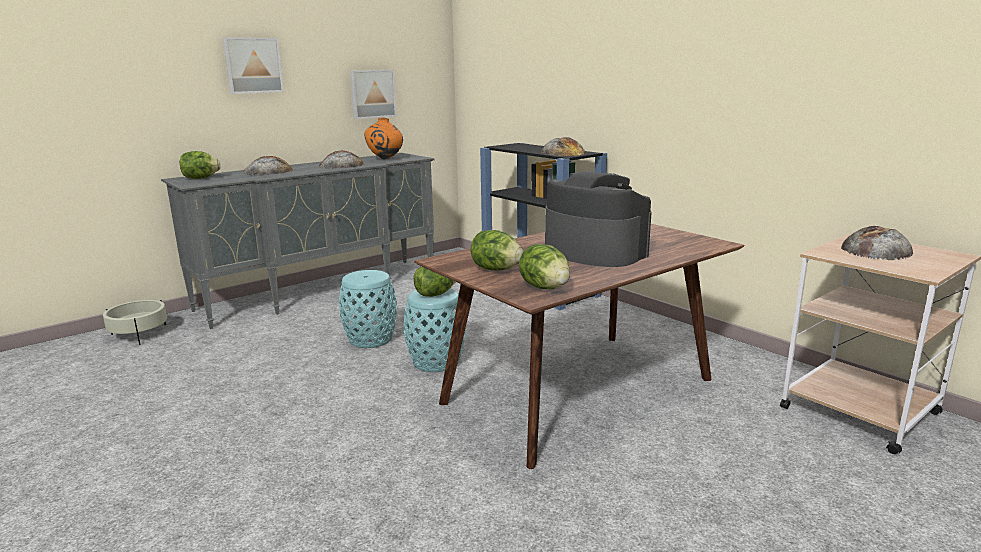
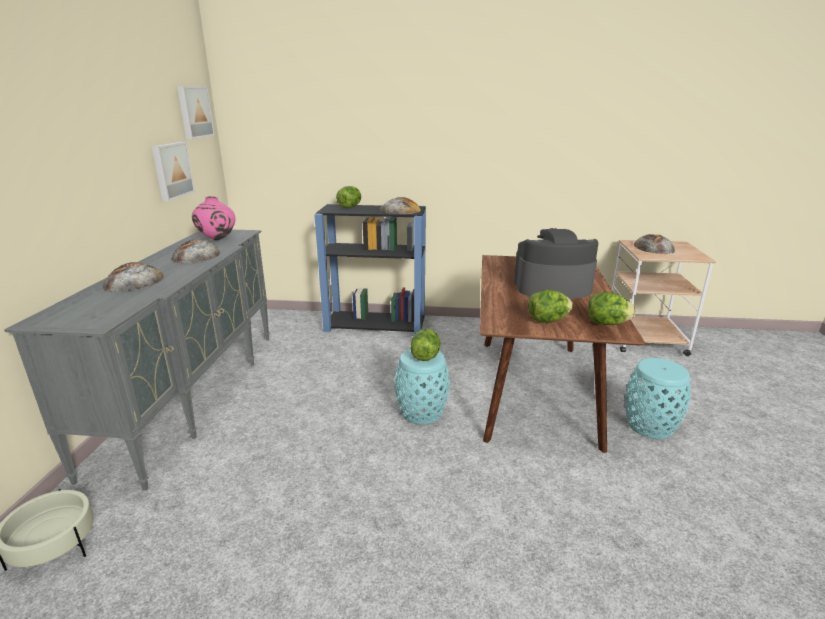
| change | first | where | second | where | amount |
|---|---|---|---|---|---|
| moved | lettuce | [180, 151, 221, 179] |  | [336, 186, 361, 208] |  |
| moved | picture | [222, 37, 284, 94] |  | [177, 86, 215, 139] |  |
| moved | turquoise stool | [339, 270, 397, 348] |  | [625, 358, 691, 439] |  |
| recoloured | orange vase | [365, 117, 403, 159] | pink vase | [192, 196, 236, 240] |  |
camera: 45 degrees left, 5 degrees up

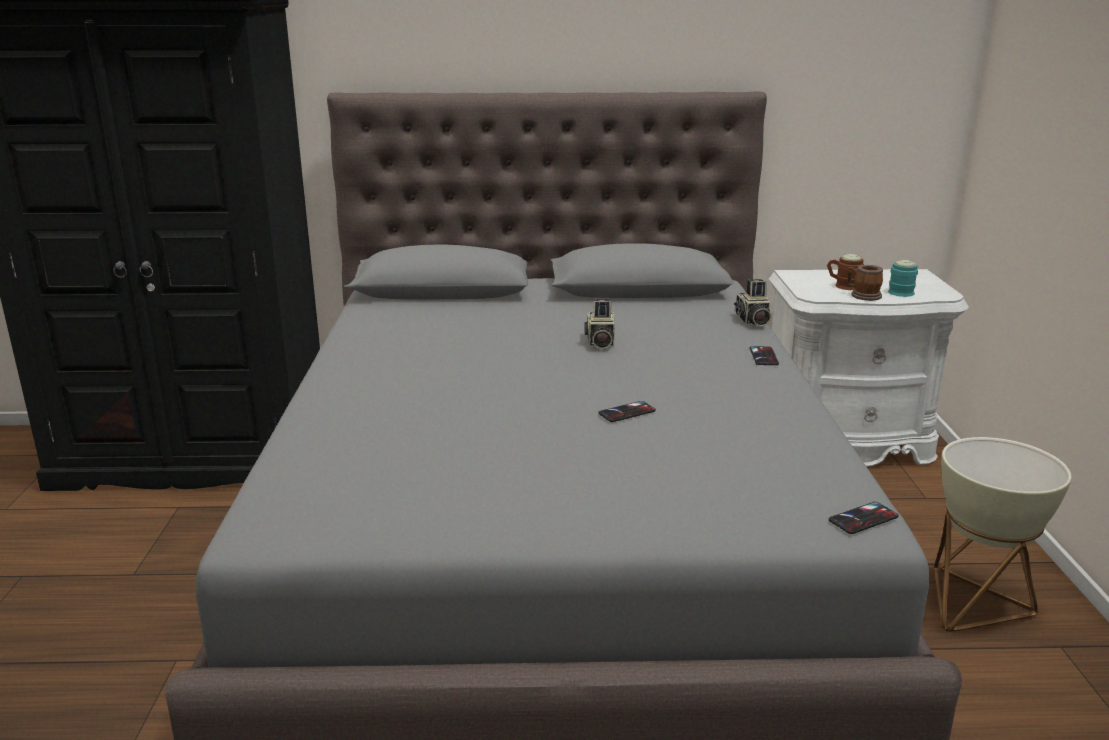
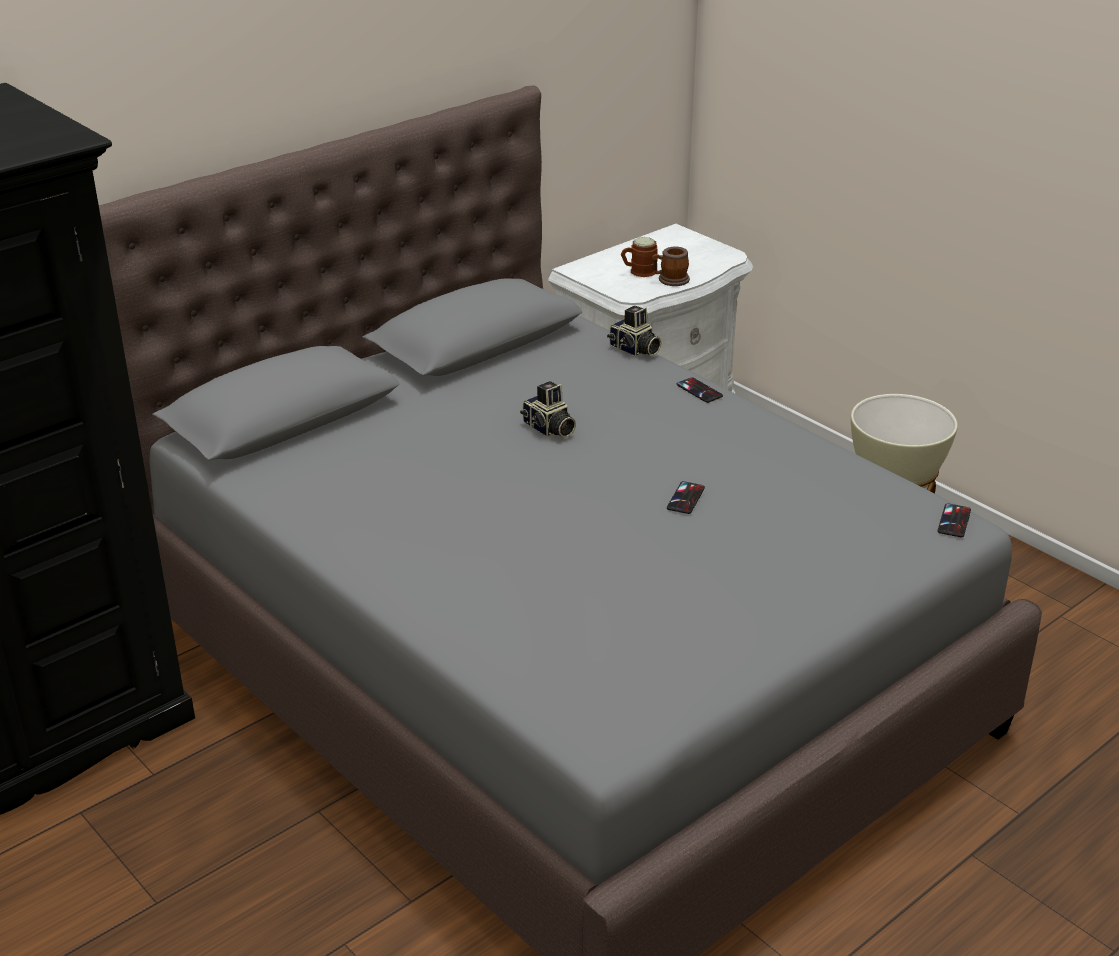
| change | first | where | second | where | amount |
|---|---|---|---|---|---|
| removed | turquoise mug | [888, 260, 918, 297] |  |  |  |
camera: 40 degrees left, 10 degrees up

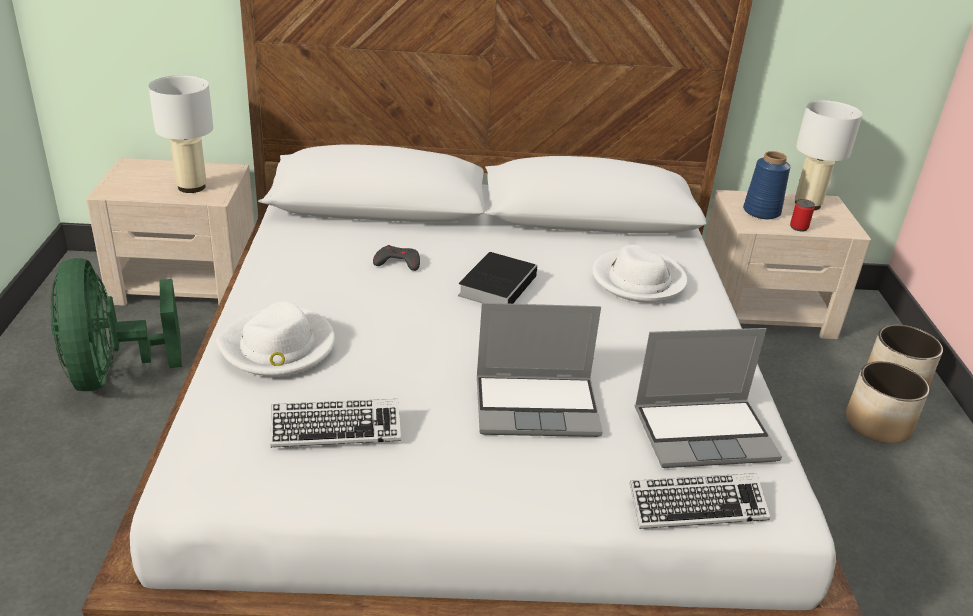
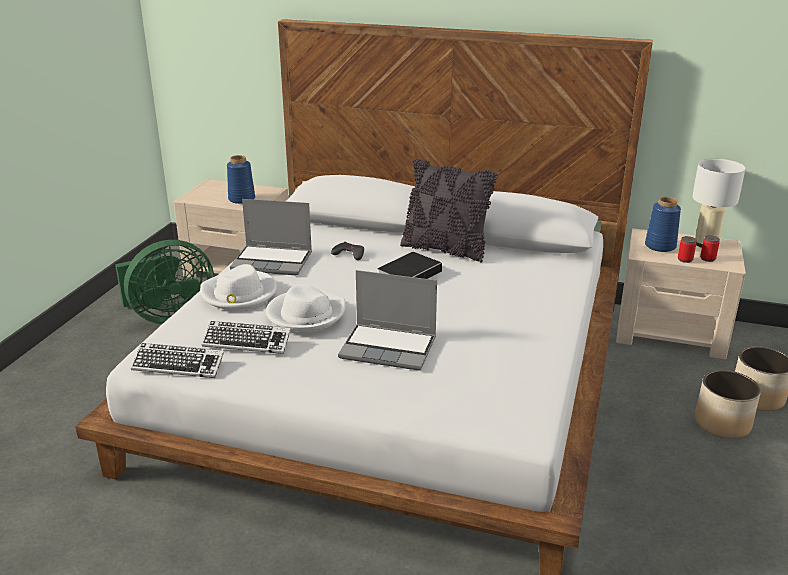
| change | first | where | second | where | amount |
|---|---|---|---|---|---|
| added |  |  | black pillow | [400, 159, 498, 263] |  |
| added |  |  | can | [700, 235, 720, 262] |  |
| moved | white hat | [592, 245, 687, 303] |  | [266, 284, 346, 332] |  |
| moved | keyboard | [629, 473, 770, 529] |  | [131, 343, 224, 378] |  |
| moved | laptop | [634, 328, 782, 468] |  | [230, 199, 312, 276] |  |
| replaced | white table lamp | [149, 75, 213, 193] | blue vase | [227, 155, 255, 204] |  |
| turned | green fan | [51, 258, 182, 391] |  | [115, 240, 214, 324] | 120 degrees counterclockwise |
camera: 20 degrees right, 5 degrees down

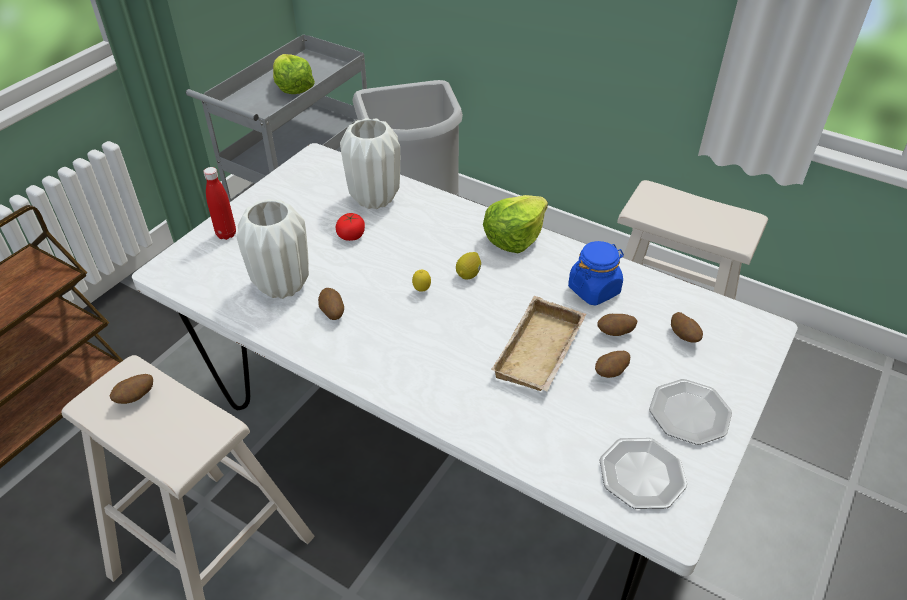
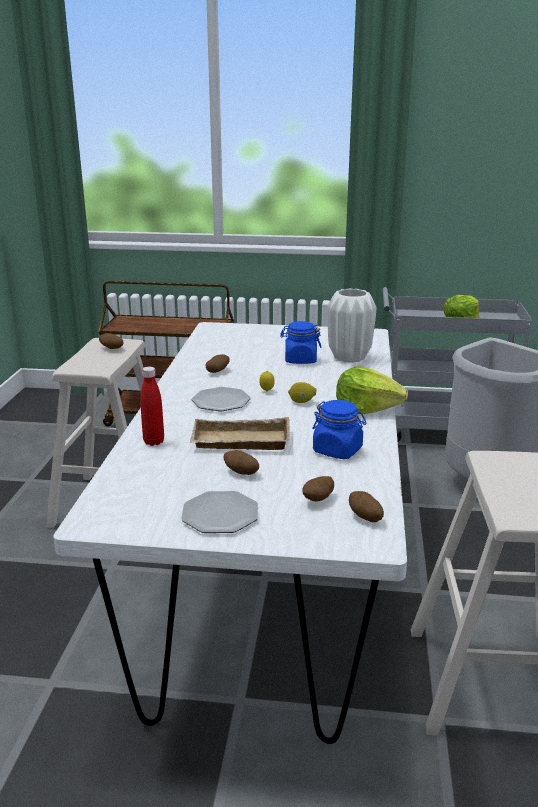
| change | first | where | second | where | amount |
|---|---|---|---|---|---|
| removed | white vase | [237, 199, 309, 299] |  |  |  |
| moved | red bottle | [203, 167, 236, 240] |  | [140, 366, 164, 446] |  |
| moved | potato | [598, 314, 637, 336] |  | [349, 491, 384, 522] |  |
| moved | plate | [599, 438, 687, 509] |  | [192, 387, 251, 411] |  |
| replaced | tomato | [336, 213, 365, 241] | blue jar | [280, 321, 321, 364] |  |
camera: 65 degrees right, 20 degrees down

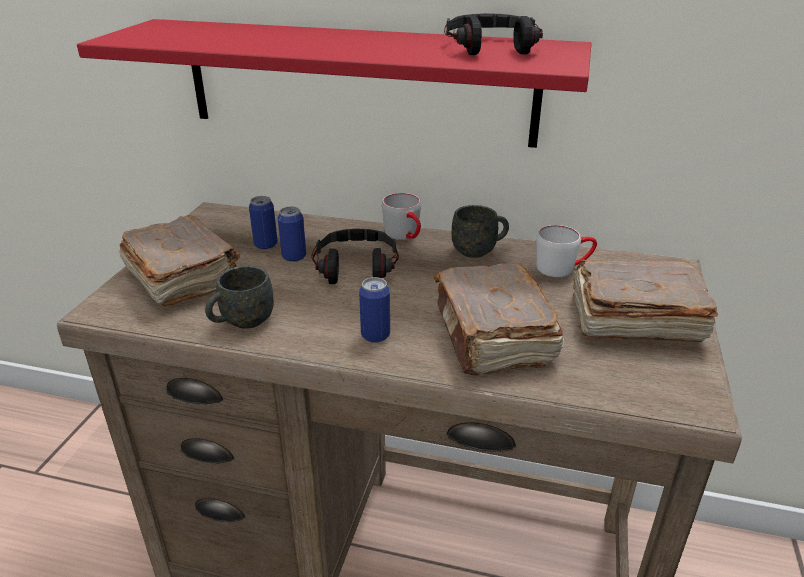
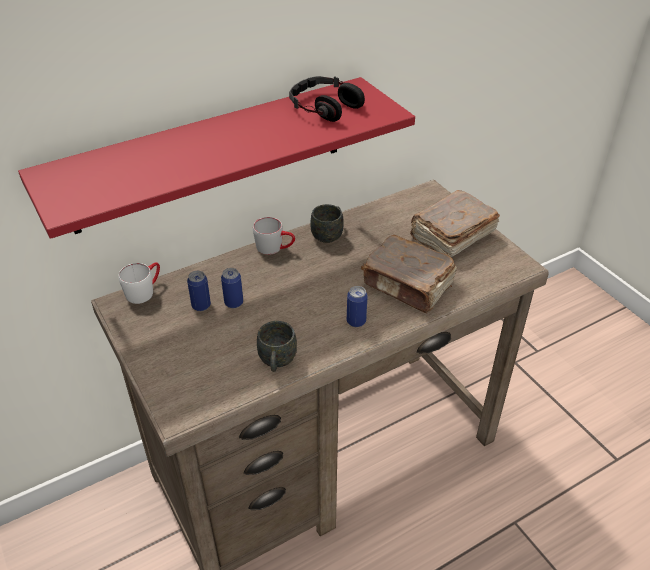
| change | first | where | second | where | amount |
|---|---|---|---|---|---|
| removed | brown book | [119, 215, 240, 307] |  |  |  |
| removed | headphones | [311, 229, 399, 284] |  |  |  |
| moved | white mug | [536, 225, 597, 277] |  | [118, 262, 160, 304] |  |
camera: 45 degrees left, 10 degrees up

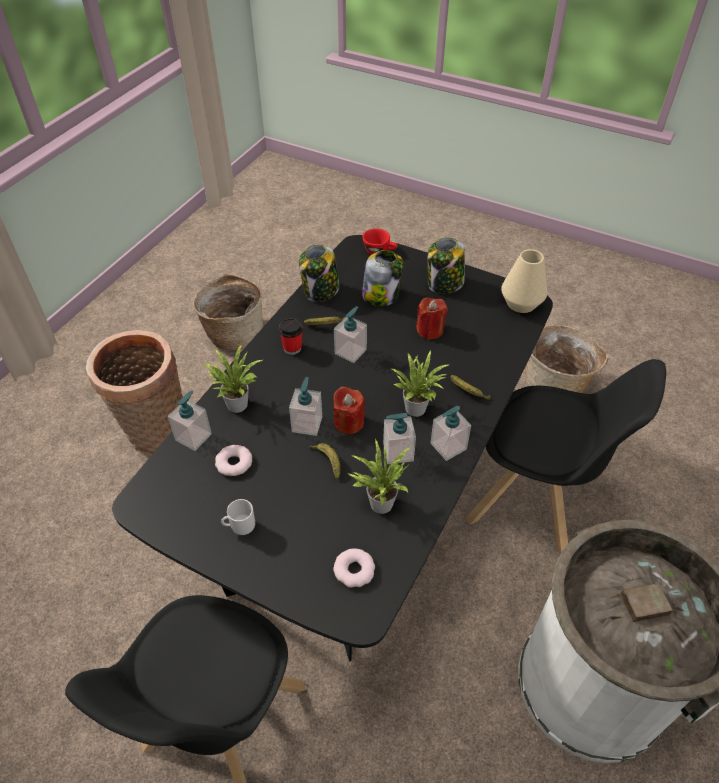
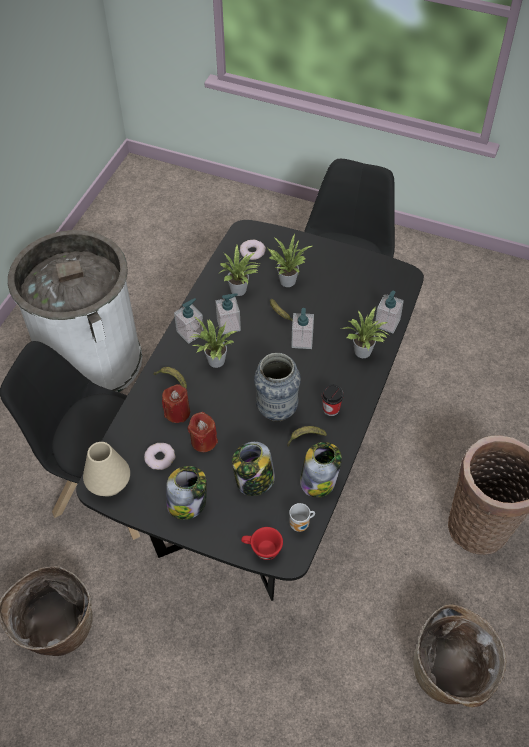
| change | first | where | second | where | amount |
|---|---|---|---|---|---|
| added |  |  | potted plant | [268, 234, 312, 287] |  |
| moved | donut | [215, 445, 252, 476] |  | [144, 443, 175, 470] |  |
| moved | mug | [221, 499, 255, 535] |  | [289, 503, 315, 532] |  |
| moved | red candle | [333, 386, 365, 434] |  | [162, 384, 190, 423] |  |
| replaced | soap dispenser | [334, 306, 367, 363] | vase | [254, 353, 301, 421] |  |
camera: 175 degrees right, 5 degrees up

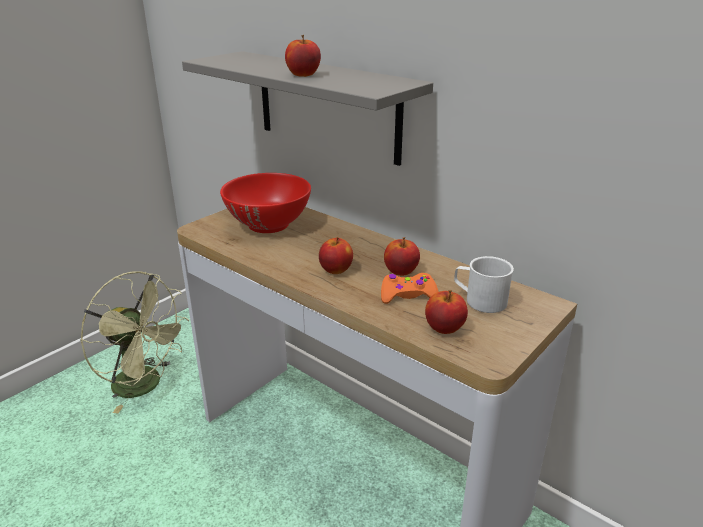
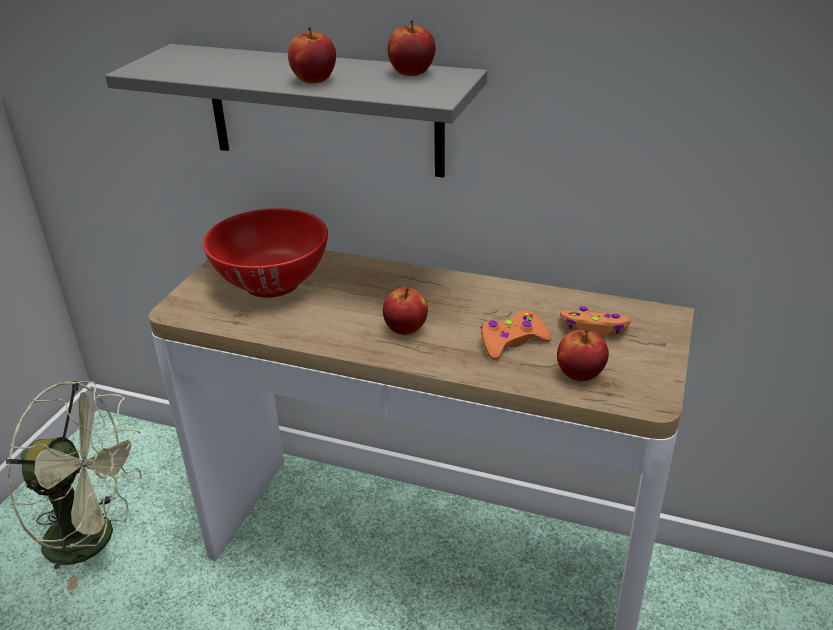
| change | first | where | second | where | amount |
|---|---|---|---|---|---|
| moved | apple | [384, 237, 420, 276] |  | [387, 20, 435, 76] |  |
| replaced | white mug | [454, 256, 514, 313] | orange game controller | [560, 306, 631, 337] |  |
camera: 20 degrees left, 5 degrees up

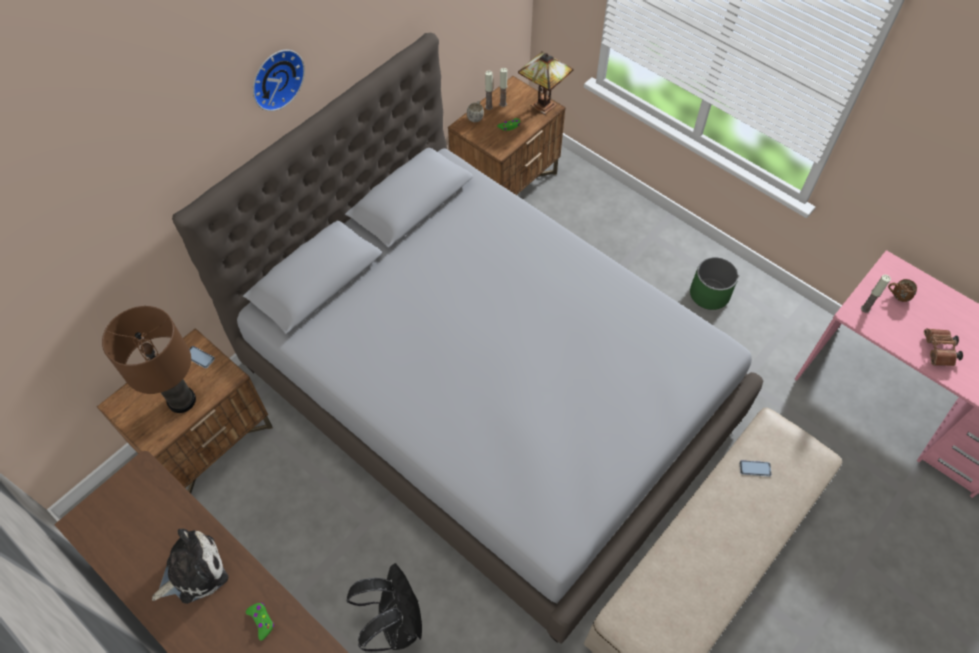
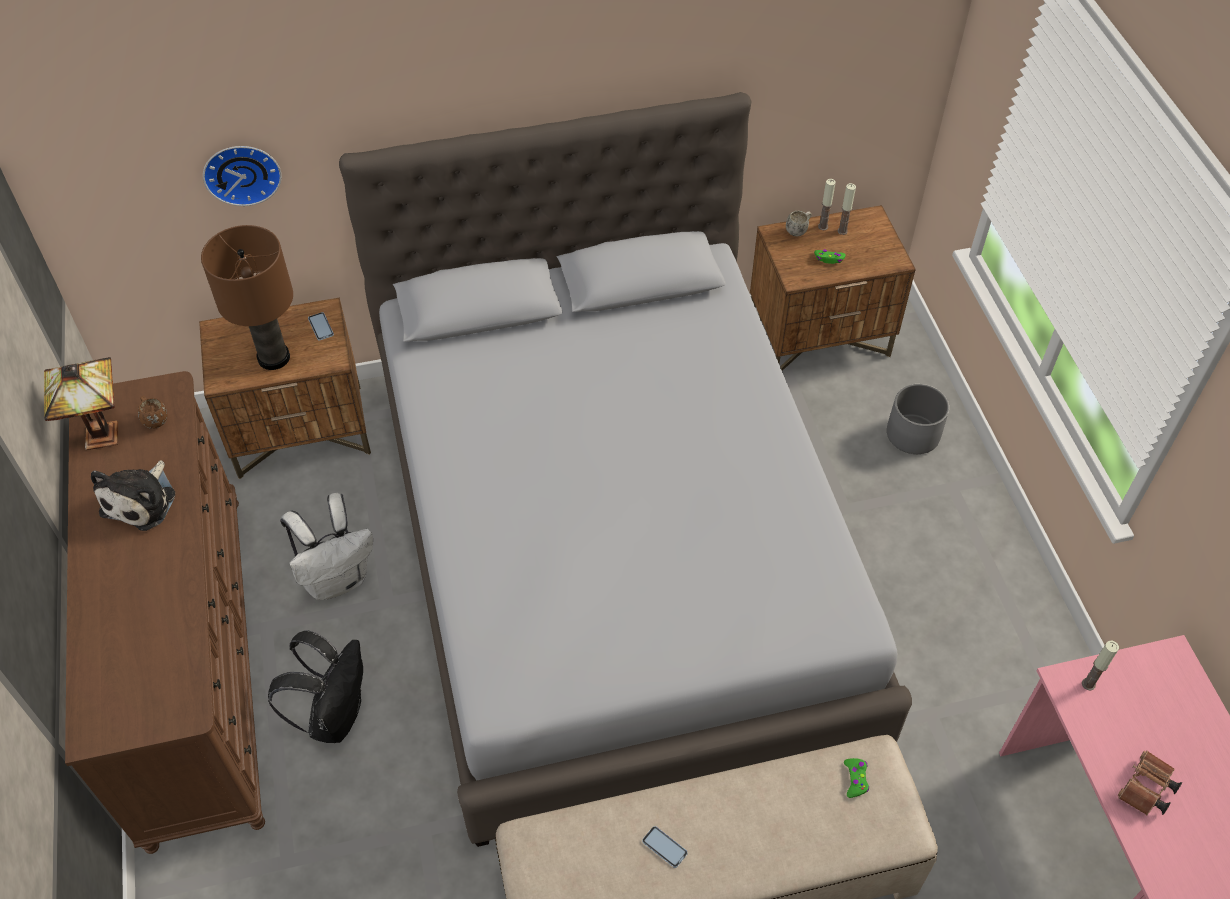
| change | first | where | second | where | amount |
|---|---|---|---|---|---|
| removed | green planter | [690, 257, 738, 310] |  |  |  |
| added |  |  | white backpack | [280, 493, 373, 600] |  |
| added |  |  | grey planter | [887, 384, 949, 454] |  |
| moved | green game controller | [246, 602, 274, 641] |  | [844, 758, 869, 798] |  |
| moved | wall clock | [253, 50, 305, 111] |  | [203, 146, 282, 206] |  |
| moved | table lamp | [518, 51, 574, 115] |  | [44, 357, 118, 450] |  |
| moved | phone | [740, 460, 772, 477] |  | [642, 826, 688, 868] |  |
| moved | brown mug | [888, 279, 917, 302] |  | [138, 396, 167, 429] |  |
| turned | plush toy | [152, 529, 228, 604] |  | [91, 460, 175, 531] | 105 degrees clockwise |
camera: 35 degrees right, 5 degrees down

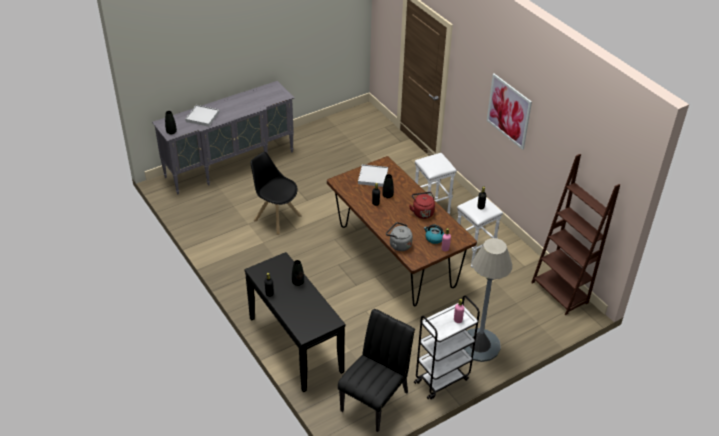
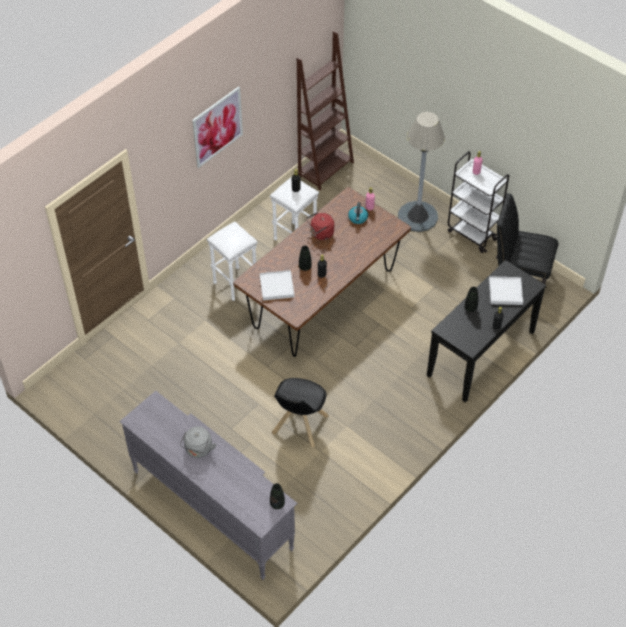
| change | first | where | second | where | amount |
|---|---|---|---|---|---|
| moved | white tray | [185, 105, 220, 127] |  | [489, 276, 523, 305] |  |
| moved | grey kettle | [386, 222, 413, 251] |  | [180, 426, 216, 458] |  |
camera: 105 degrees left, 10 degrees up

